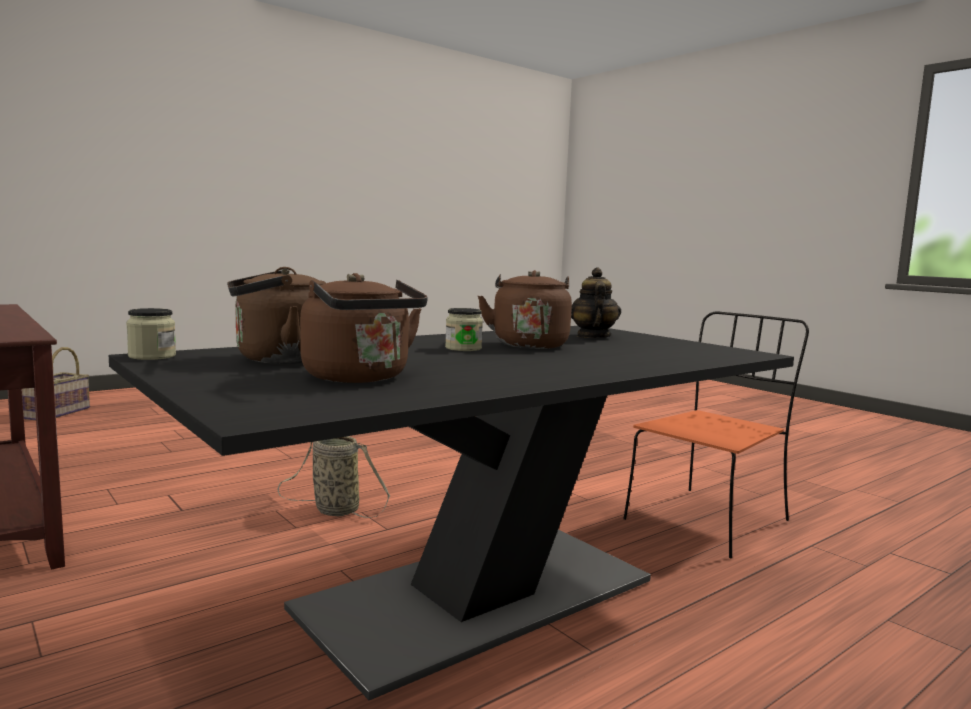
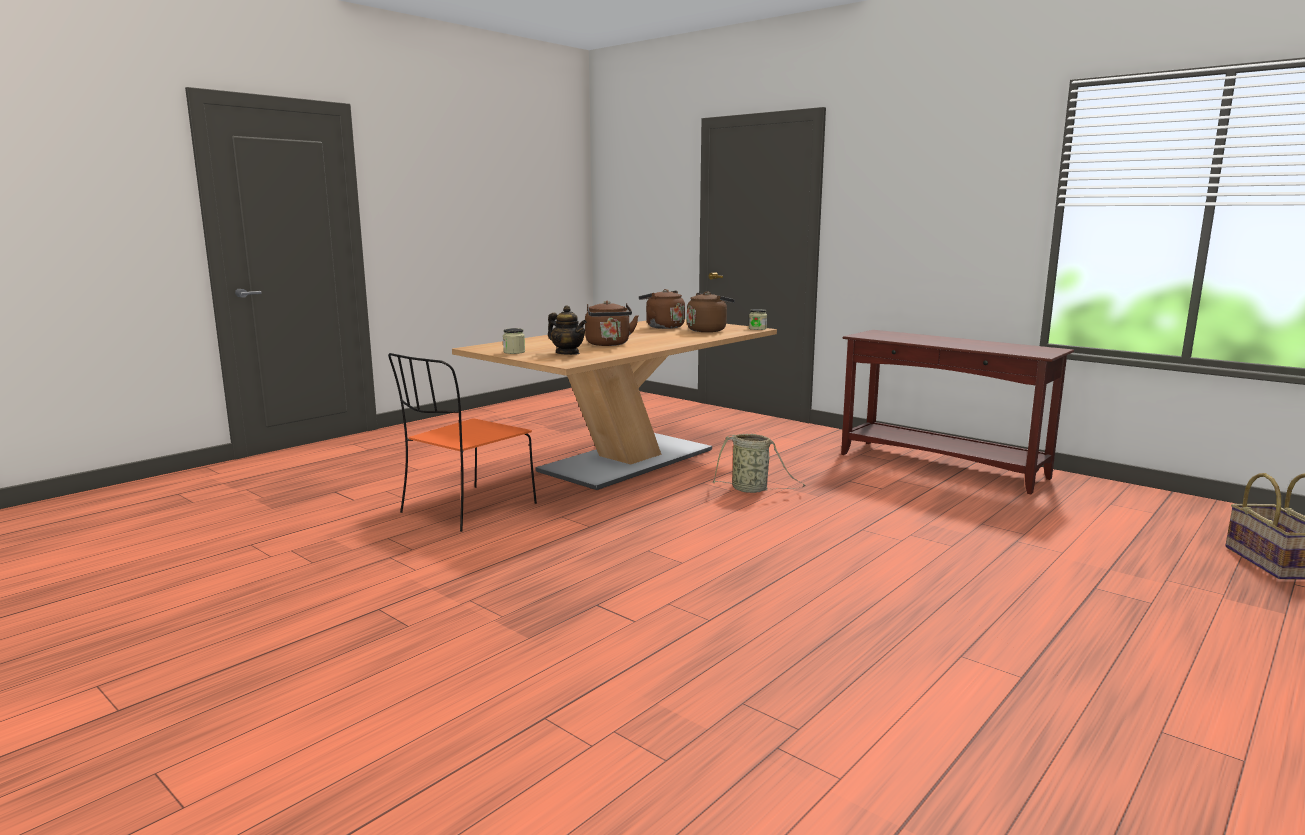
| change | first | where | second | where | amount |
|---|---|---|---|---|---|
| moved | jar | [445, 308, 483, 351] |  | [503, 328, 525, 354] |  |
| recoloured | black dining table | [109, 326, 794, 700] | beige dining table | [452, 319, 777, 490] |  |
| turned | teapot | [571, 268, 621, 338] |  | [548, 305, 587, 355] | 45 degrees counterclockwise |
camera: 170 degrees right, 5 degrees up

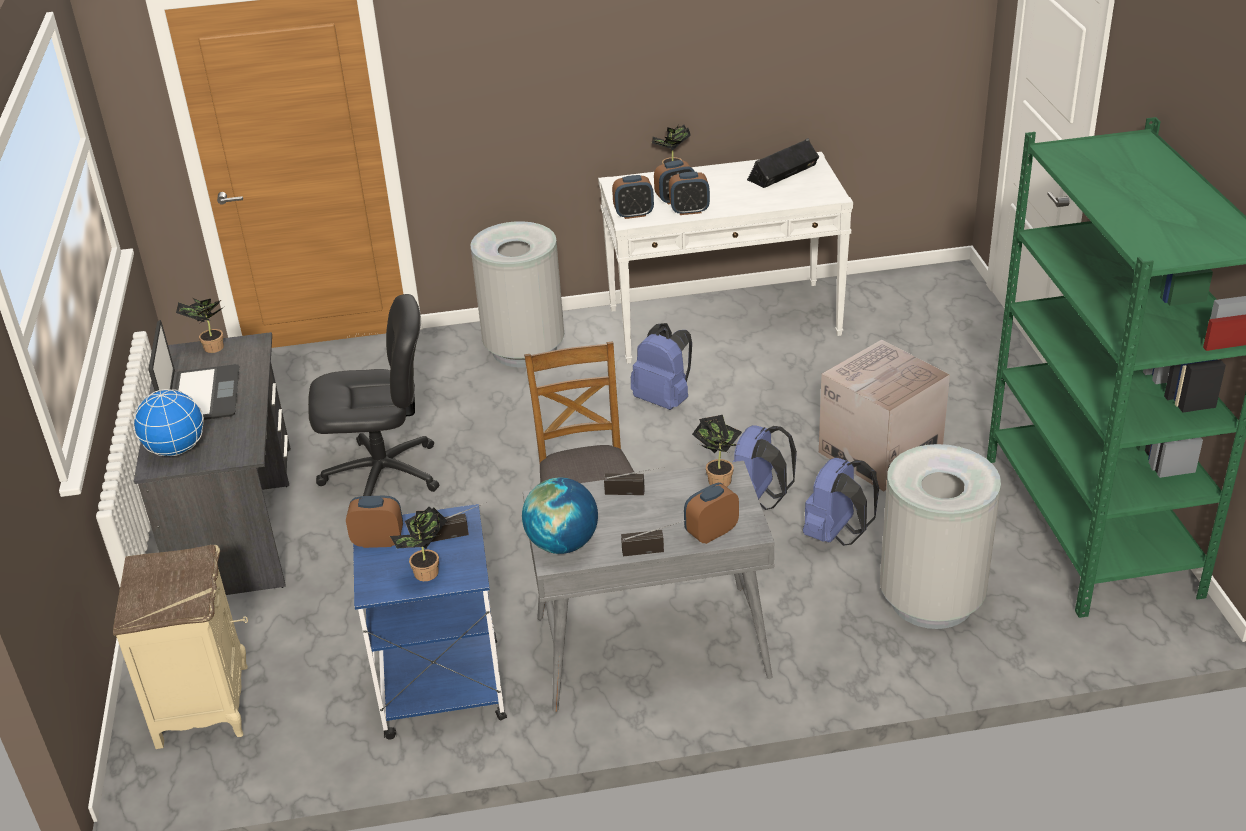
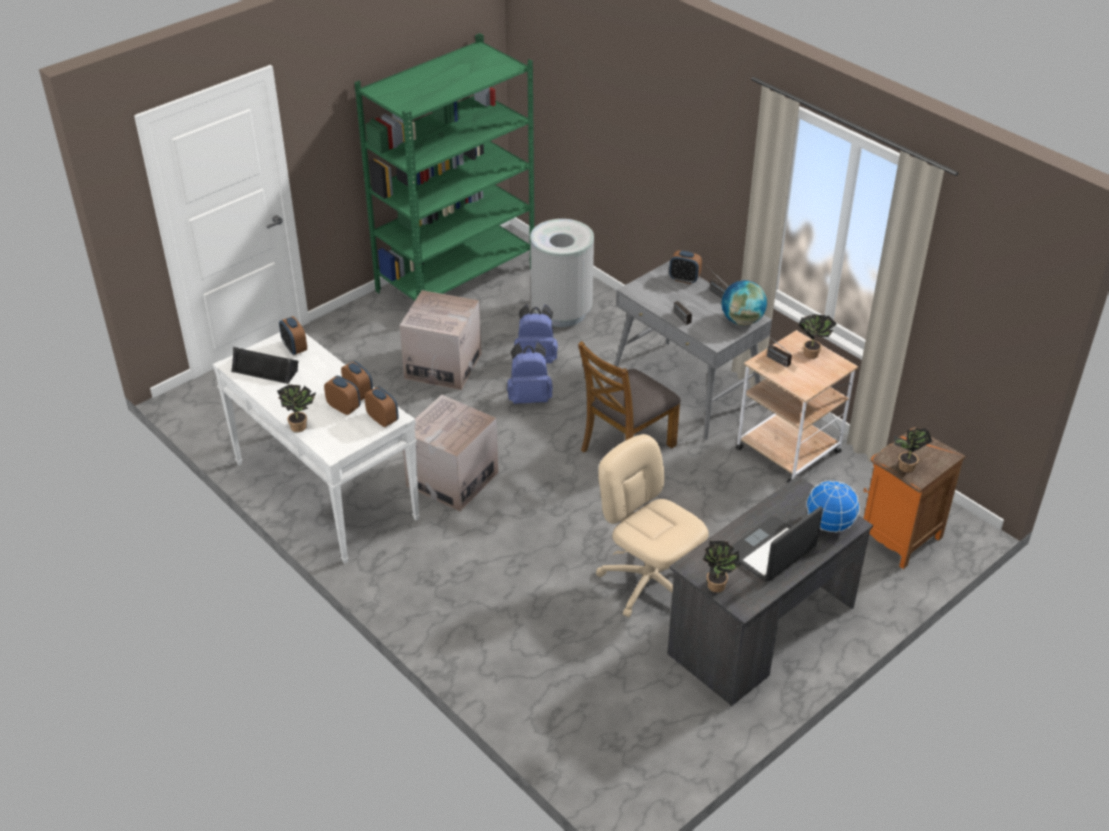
| change | first | where | second | where | amount |
|---|---|---|---|---|---|
| removed | grey trash can | [470, 221, 564, 367] |  |  |  |
| moved | alarm clock | [346, 496, 403, 548] |  | [279, 316, 307, 355] |  |
| moved | potted plant | [692, 415, 742, 487] |  | [894, 428, 932, 473] |  |
| replaced | blue backpack | [631, 323, 692, 410] | cardboard box | [403, 395, 498, 511] |  |
| recoloured | beige nightstand | [113, 545, 248, 749] | orange nightstand | [863, 427, 966, 569] |  |
| recoloured | black office chair | [308, 294, 440, 496] | beige office chair | [596, 434, 709, 617] |  |
| recoloured | blue cart | [353, 504, 507, 740] | beige cart | [736, 330, 858, 483] |  |
camera: 125 degrees left, 5 degrees up

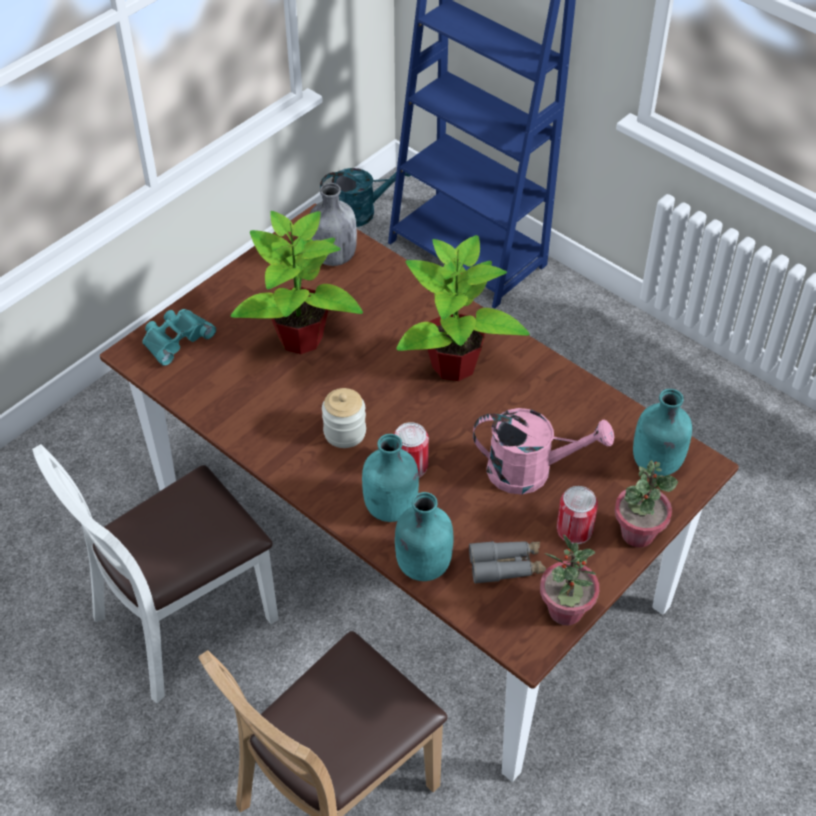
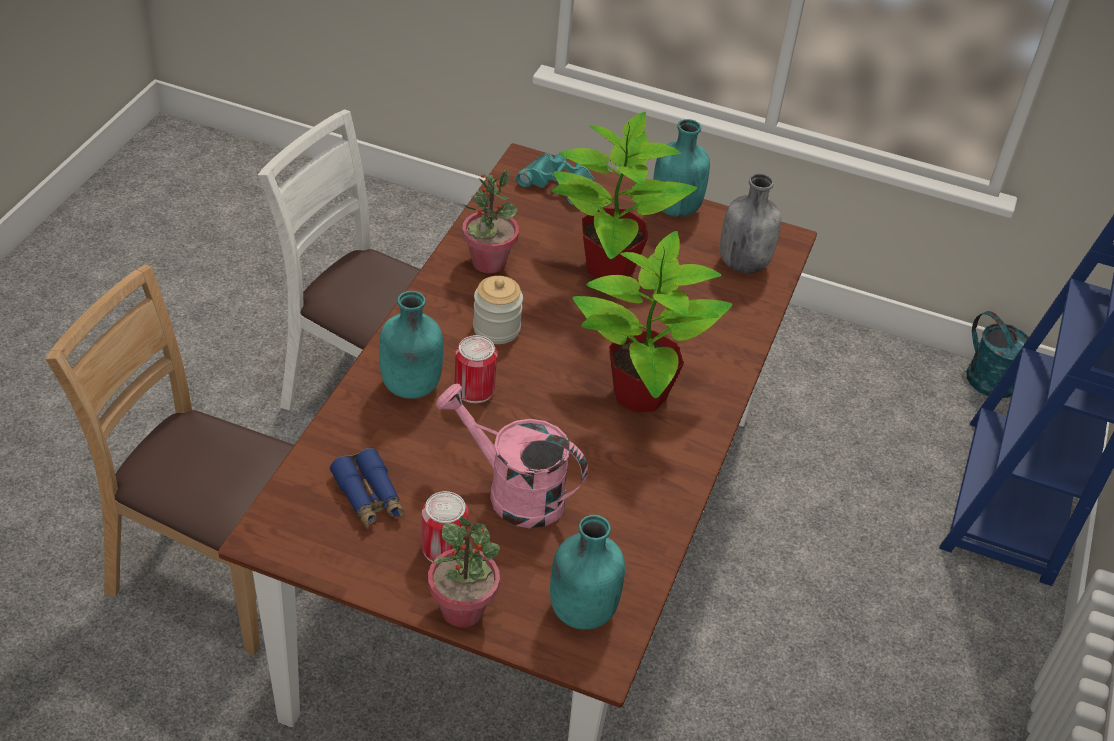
| change | first | where | second | where | amount |
|---|---|---|---|---|---|
| moved | turquoise bottle | [395, 492, 453, 581] |  | [653, 119, 710, 217] |  |
| moved | potted plant | [540, 534, 599, 626] |  | [462, 170, 519, 273] |  |
| recoloured | grey binoculars | [469, 541, 546, 584] | blue binoculars | [329, 448, 404, 528] |  |
| turned | pink watering can | [473, 408, 614, 494] |  | [436, 383, 588, 528] | 135 degrees clockwise |
camera: 65 degrees right, 5 degrees down

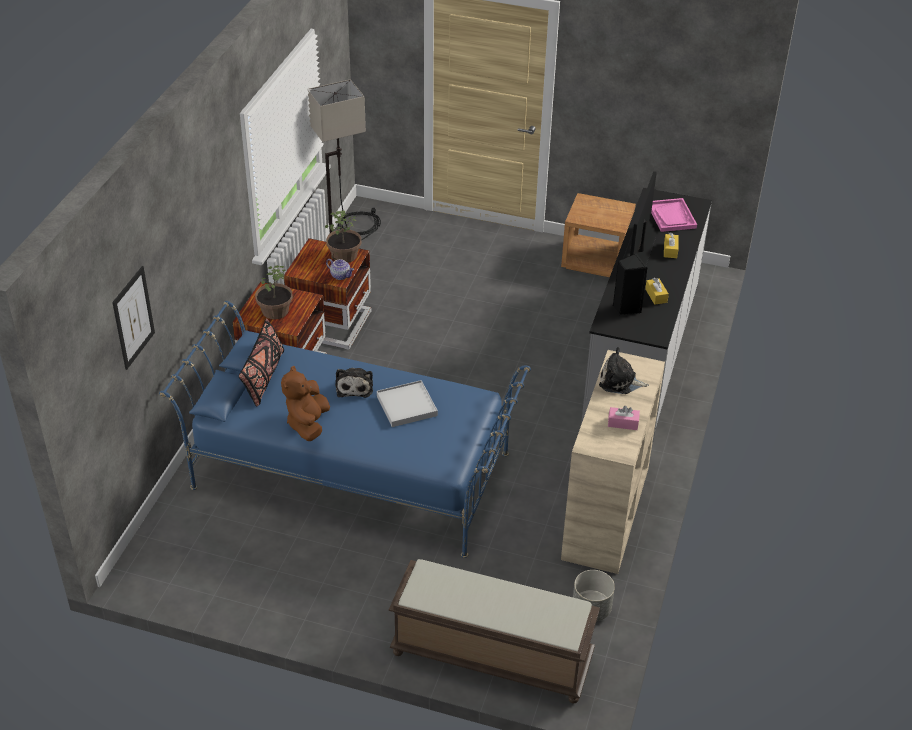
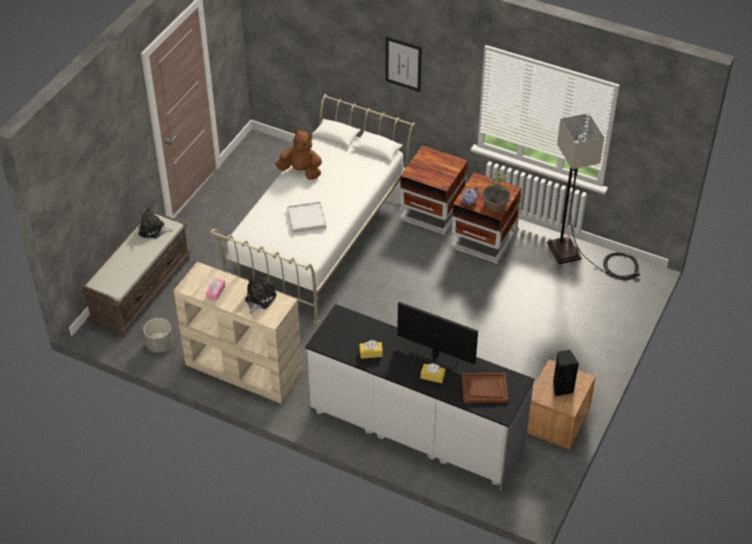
| change | first | where | second | where | amount |
|---|---|---|---|---|---|
| removed | black pillow | [239, 318, 284, 407] |  |  |  |
| removed | potted plant | [255, 265, 293, 319] |  |  |  |
| moved | picture | [112, 266, 155, 370] |  | [385, 36, 422, 92] |  |
| moved | plush toy | [335, 368, 373, 398] |  | [138, 207, 173, 238] |  |
| moved | black speaker | [613, 253, 648, 315] |  | [553, 350, 579, 396] |  |
| recoloured | blue bed | [159, 301, 531, 558] | white bed | [210, 94, 415, 323] |  |
| recoloured | pink tray | [651, 198, 697, 232] | brown tray | [462, 373, 508, 403] |  |
camera: 100 degrees right, 5 degrees up

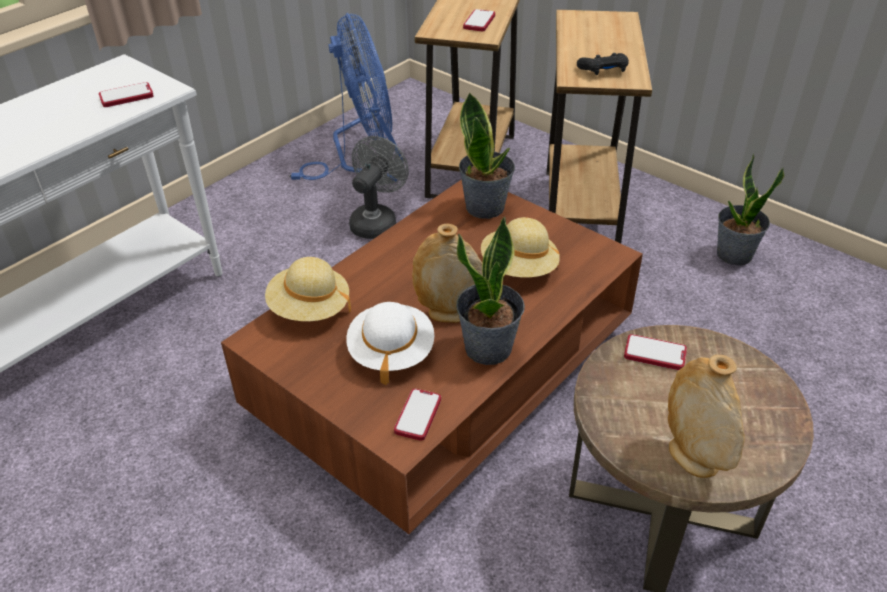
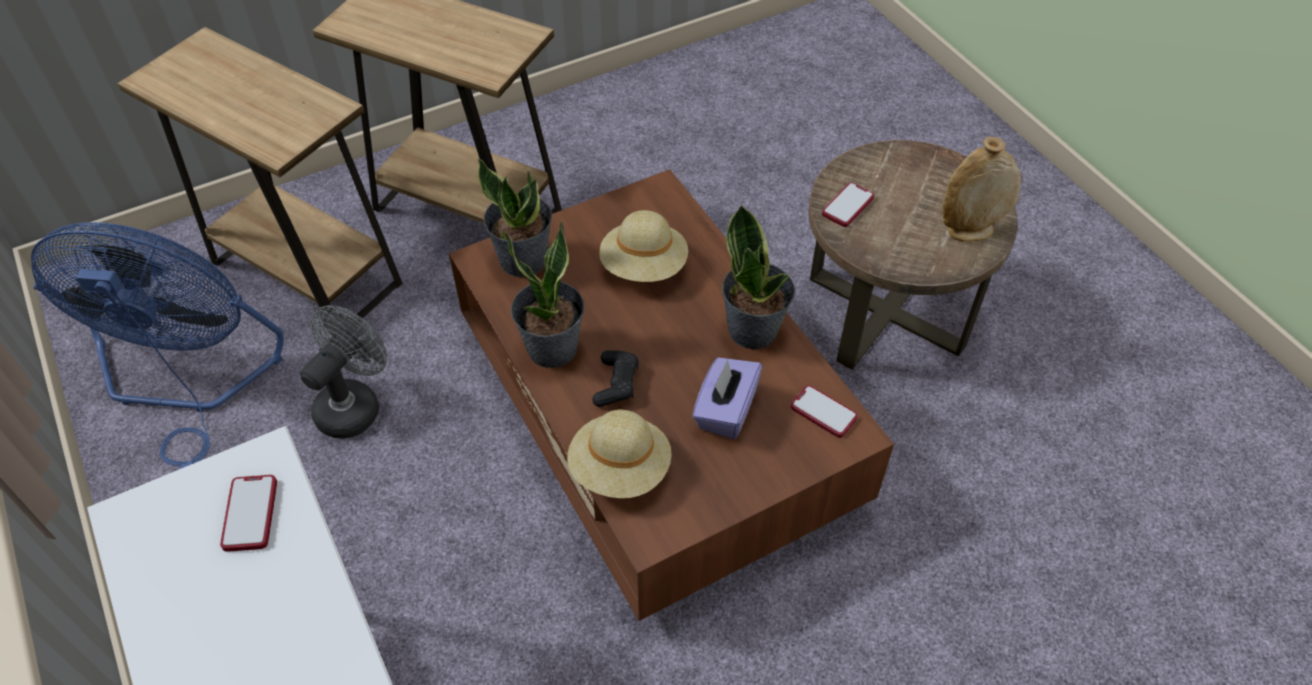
| change | first | where | second | where | amount |
|---|---|---|---|---|---|
| removed | beige vase | [412, 224, 482, 323] |  |  |  |
| removed | phone | [463, 9, 495, 32] |  |  |  |
| moved | black game controller | [577, 53, 629, 75] |  | [592, 350, 639, 407] |  |
| moved | potted plant | [717, 153, 785, 265] |  | [507, 221, 584, 368] |  |
| replaced | white hat | [346, 302, 434, 385] | purple tissue box | [692, 357, 762, 439] |  |
| turned | grey fan | [349, 136, 409, 239] |  | [300, 305, 387, 439] | 75 degrees clockwise |
camera: 70 degrees left, 10 degrees up

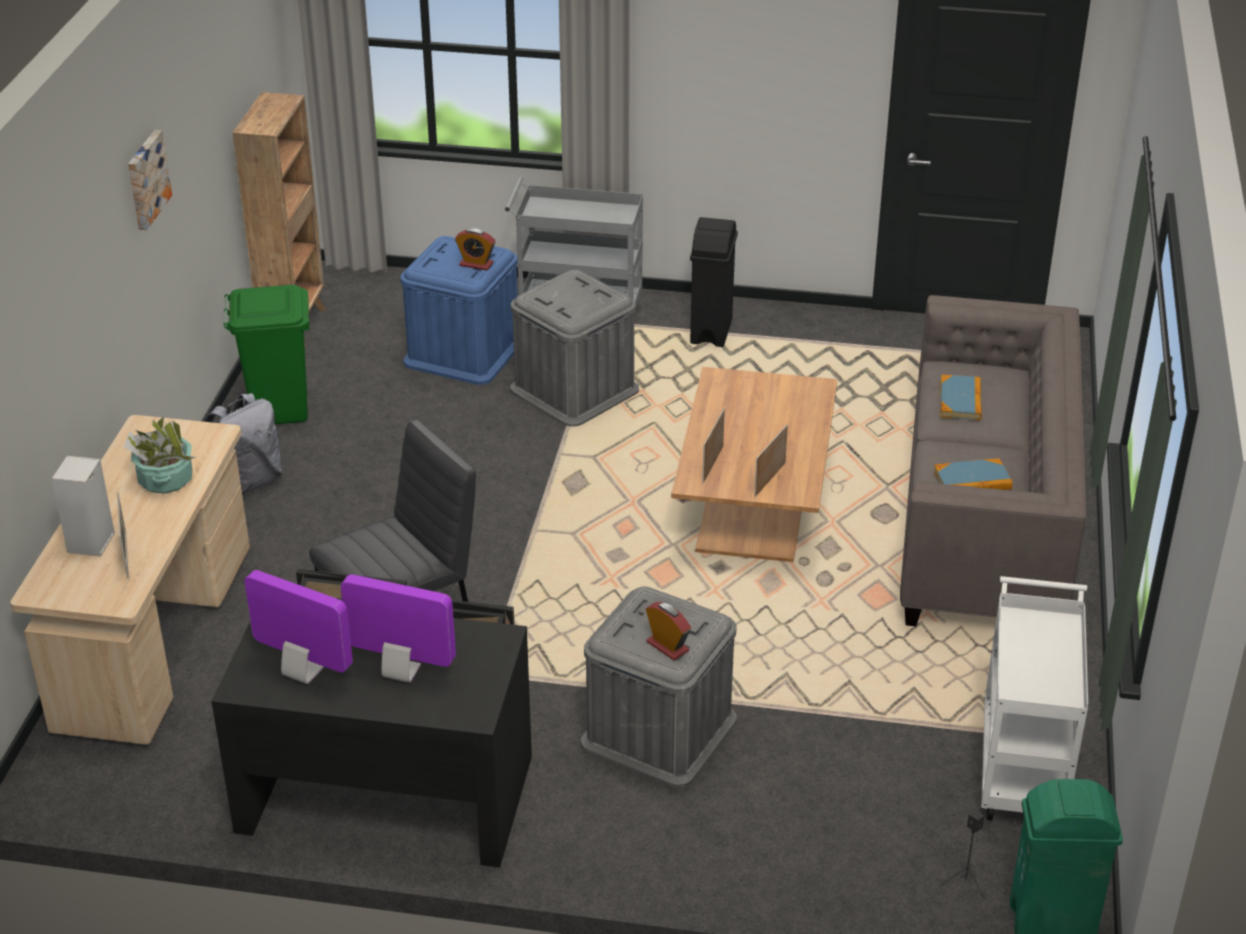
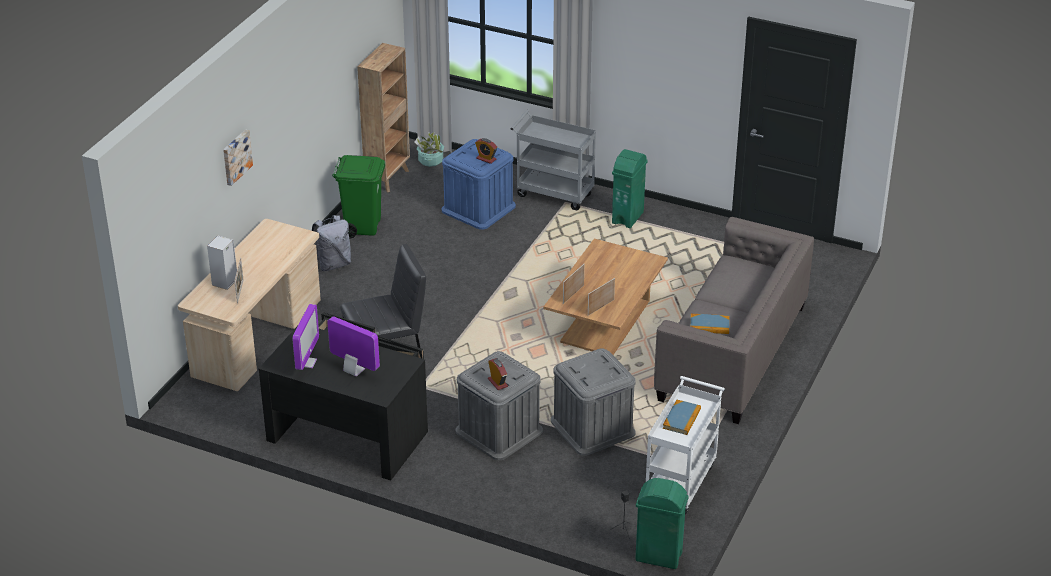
| change | first | where | second | where | amount |
|---|---|---|---|---|---|
| moved | potted plant | [124, 415, 196, 494] |  | [414, 131, 445, 167] |  |
| moved | picture | [128, 130, 172, 230] |  | [223, 129, 253, 186] |  |
| moved | grey storage box | [510, 270, 639, 427] |  | [551, 348, 636, 456] |  |
| moved | book | [940, 375, 982, 420] |  | [663, 400, 701, 435] |  |
| recoloured | black trash can | [690, 217, 738, 347] | green trash can | [612, 149, 648, 228] |  |
| turned | monitor | [244, 570, 353, 684] |  | [292, 304, 319, 370] | 60 degrees clockwise |
camera: 15 degrees right, 0 degrees up

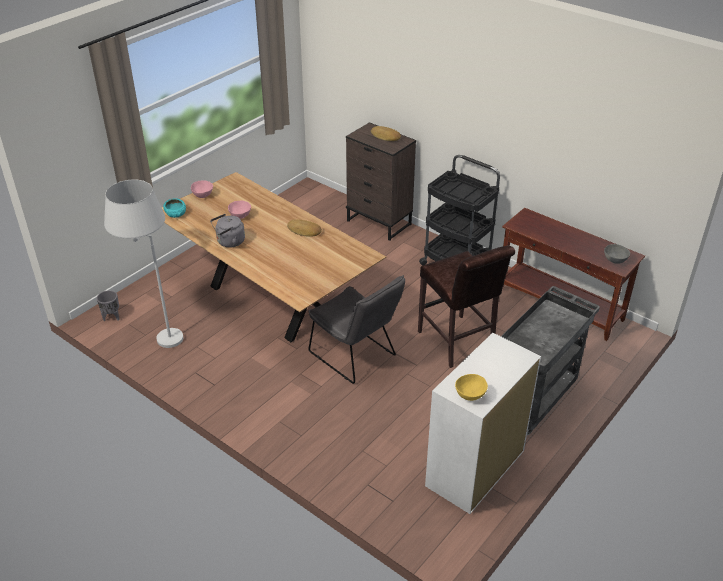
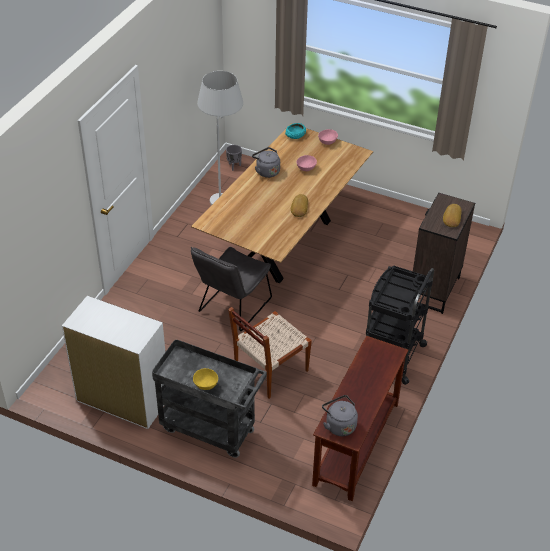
| change | first | where | second | where | amount |
|---|---|---|---|---|---|
| moved | yellow bowl | [455, 374, 488, 401] |  | [193, 368, 218, 390] |  |
| replaced | brown stool | [418, 246, 515, 368] | chair | [228, 307, 312, 399] |  |
| replaced | grey bowl | [604, 244, 630, 264] | grey kettle | [322, 395, 358, 436] |  |
camera: 75 degrees right, 5 degrees up

